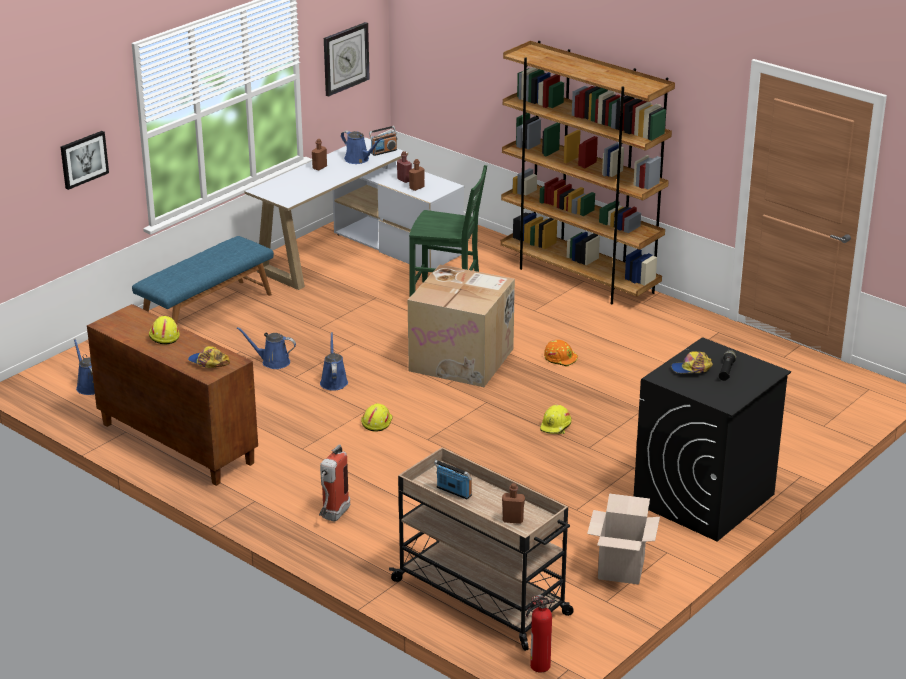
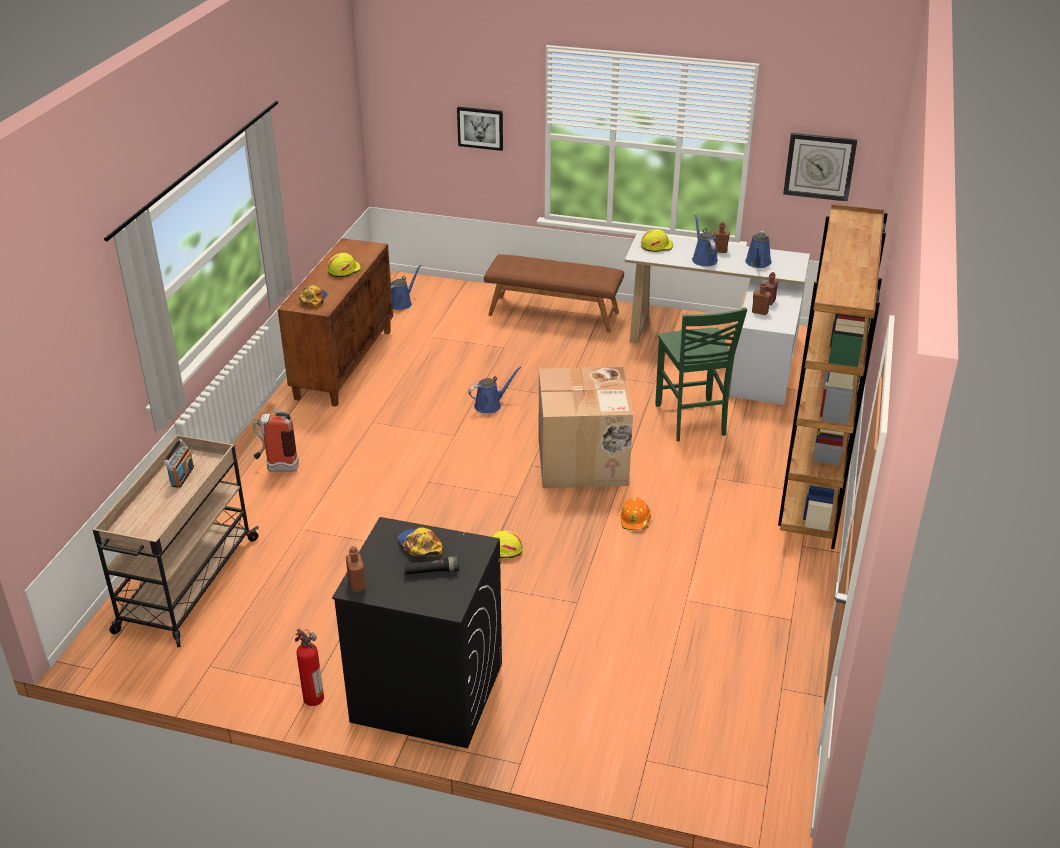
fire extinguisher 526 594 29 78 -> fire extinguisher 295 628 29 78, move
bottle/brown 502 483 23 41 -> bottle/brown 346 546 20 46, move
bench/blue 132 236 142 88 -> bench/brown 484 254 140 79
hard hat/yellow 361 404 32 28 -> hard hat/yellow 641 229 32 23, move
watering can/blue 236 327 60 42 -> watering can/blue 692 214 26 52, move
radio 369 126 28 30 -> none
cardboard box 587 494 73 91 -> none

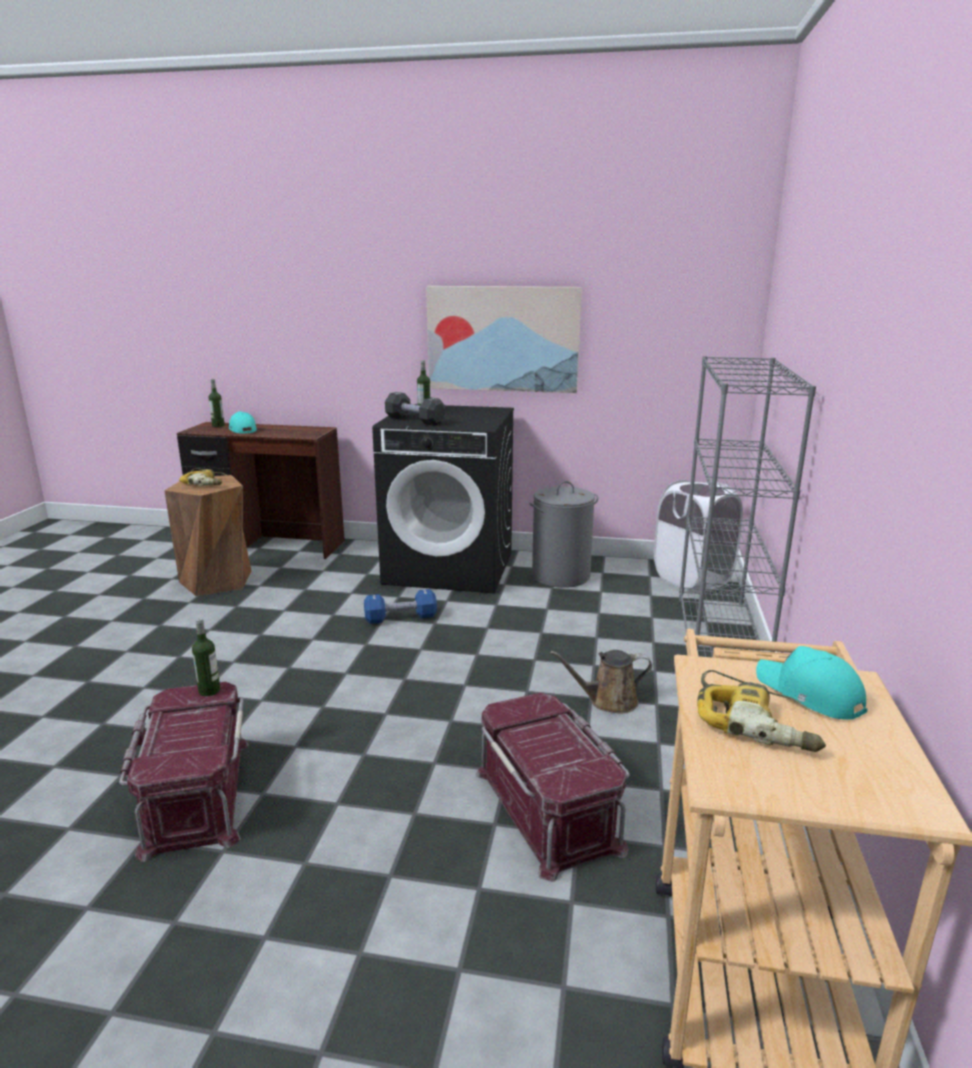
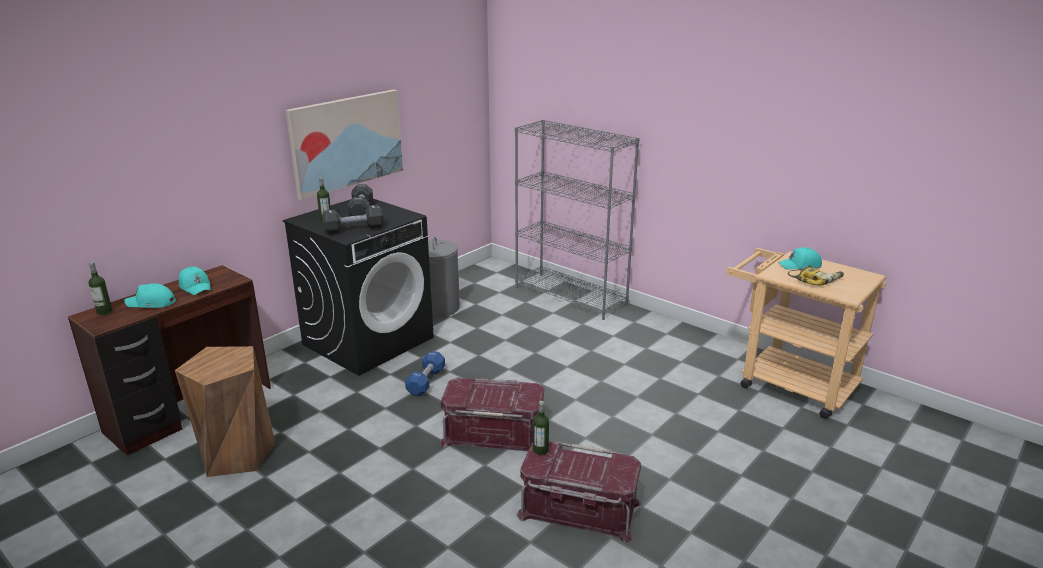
none -> cap/turquoise 178 267 33 28
none -> dumbbell/black 348 184 25 32
storage box/red 476 693 154 189 -> storage box/red 440 378 104 73, move
power drill 179 468 48 18 -> none
watering can/brown 550 650 102 64 -> none
laundry basket/white 654 480 89 111 -> none

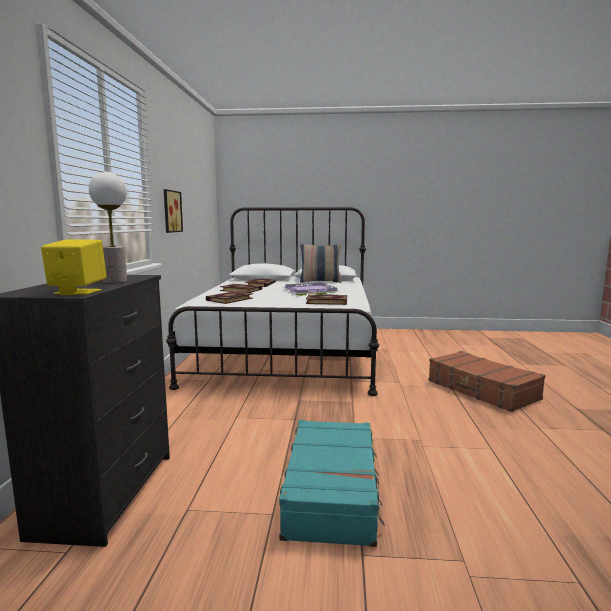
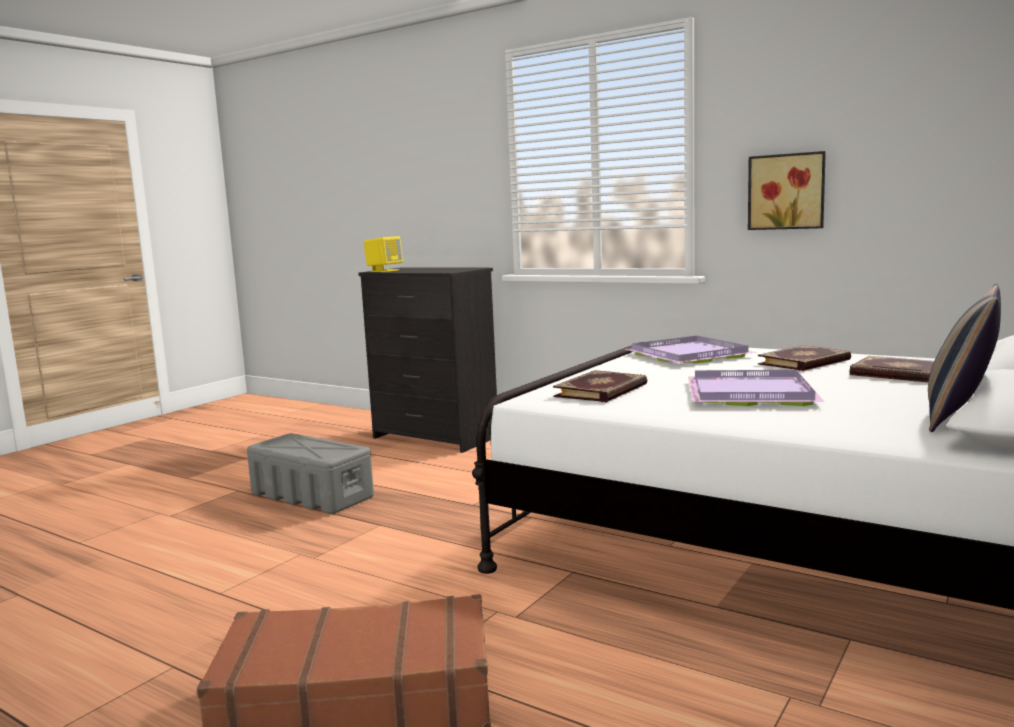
suitcase/turquoise 279 420 106 127 -> storage box/grey 247 433 127 81
book 206 291 47 13 -> tray/purple 625 336 131 27
table lamp 89 172 38 111 -> none

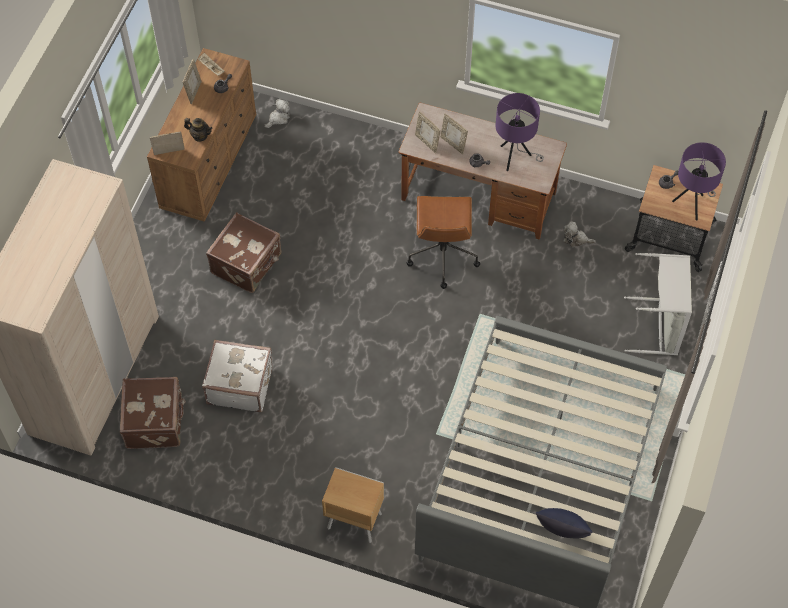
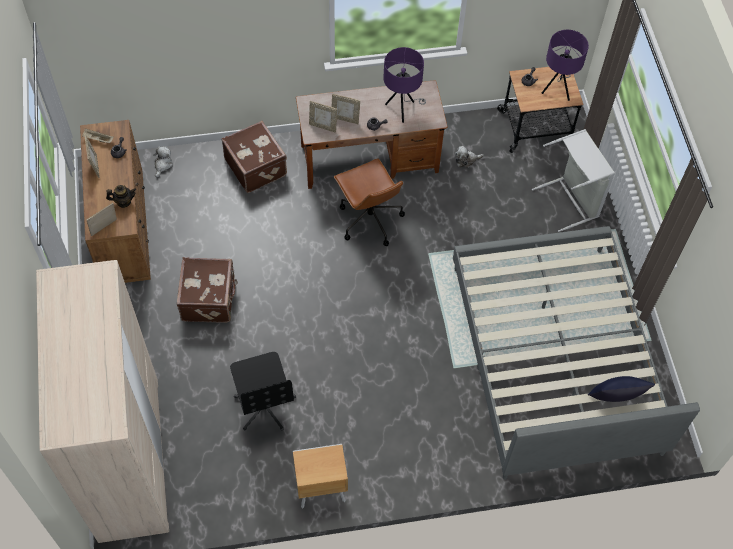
suitcase/brown 120 377 66 72 -> suitcase/brown 222 121 65 72, move
suitcase/white 202 340 70 72 -> office chair/black 230 352 66 79
nightstand/brown 322 467 62 76 -> nightstand/brown 293 444 55 64, move

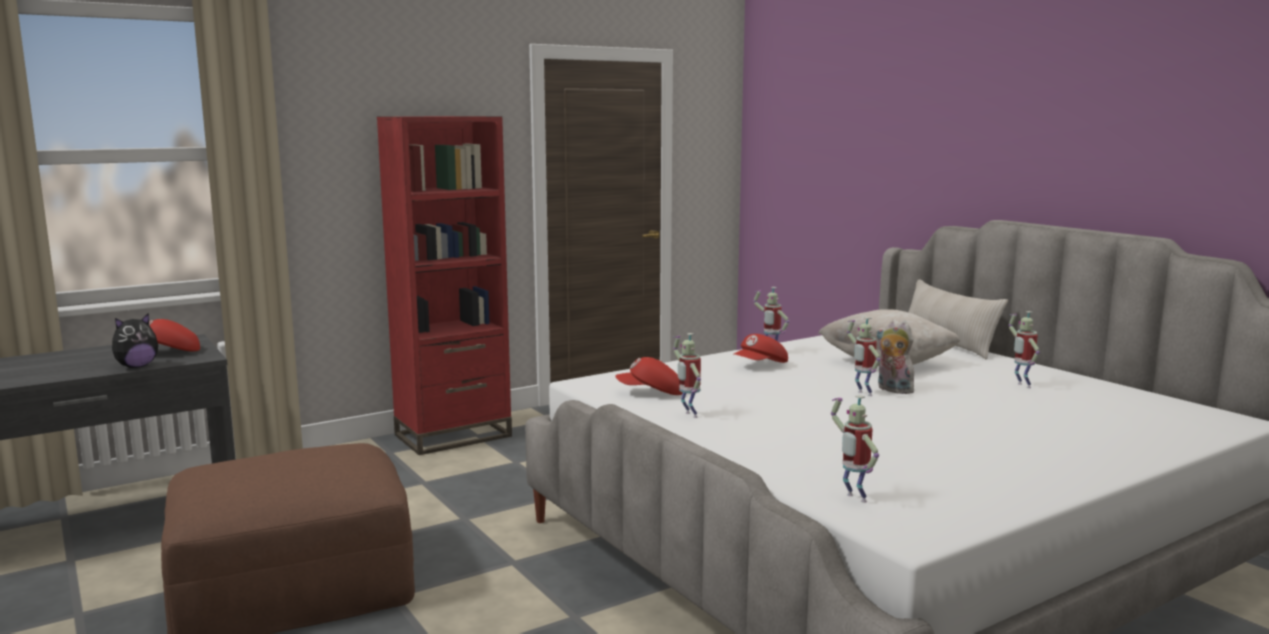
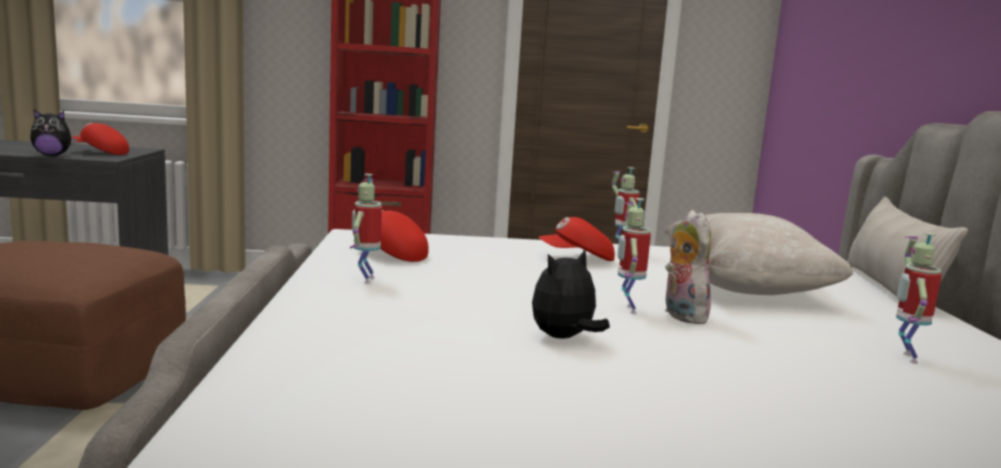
none -> plush toy 532 249 78 89
toy robot 831 395 48 108 -> none

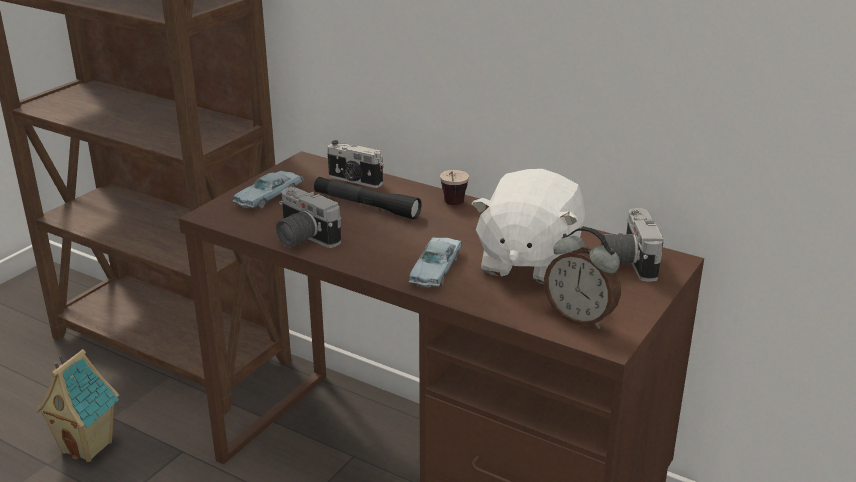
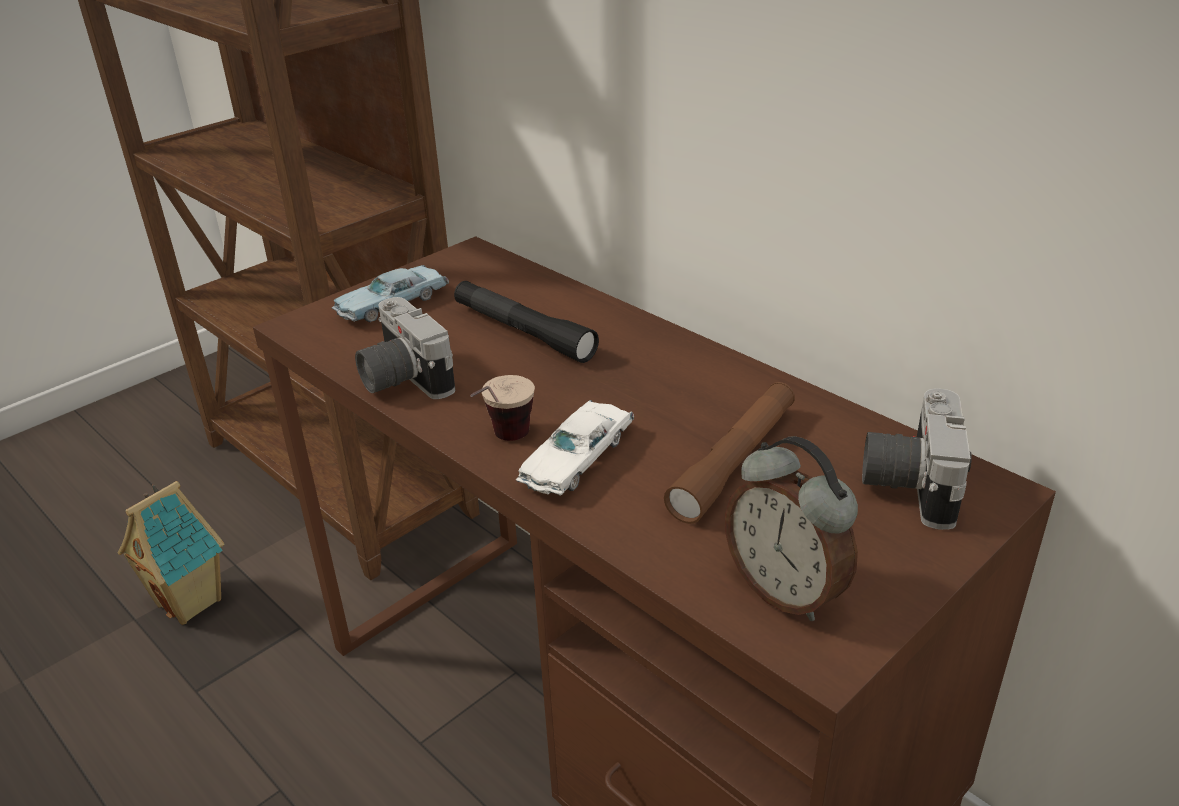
cup 440 170 29 35 -> cup 470 375 65 66, move
toy car/blue 408 237 54 51 -> toy car/white 516 400 118 96
plush toy/white 472 169 113 115 -> flashlight/brown 664 382 131 142
photo camera 327 140 56 48 -> none

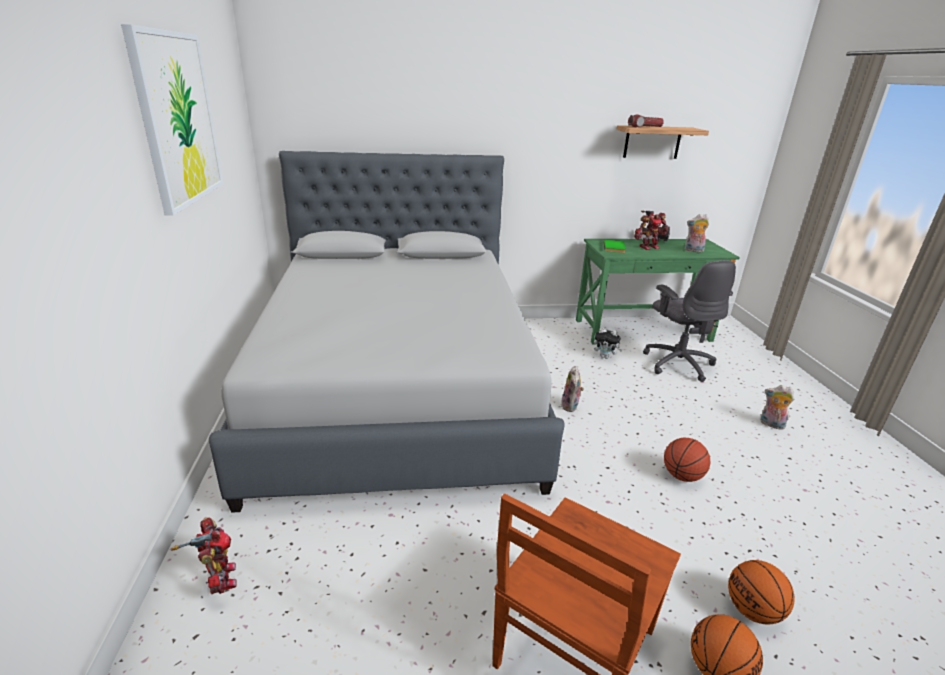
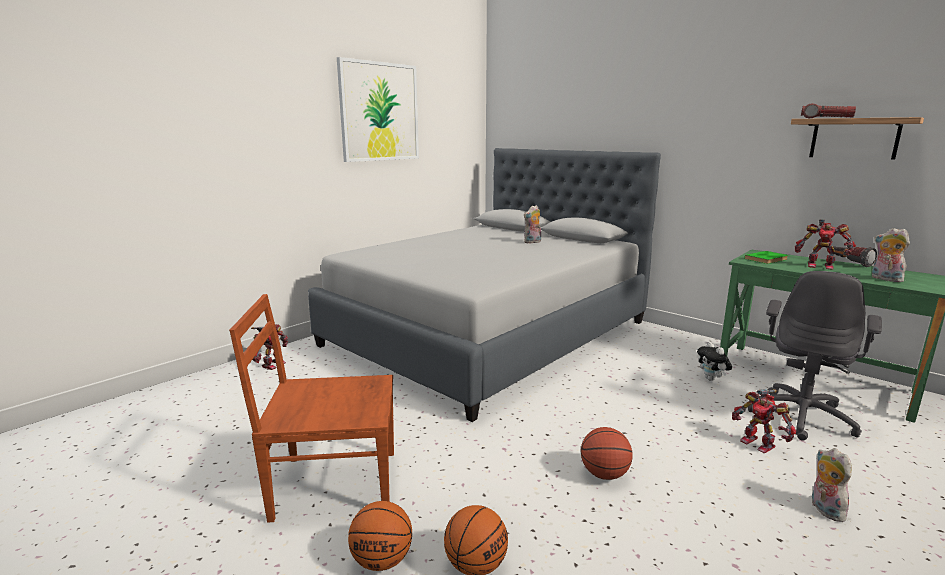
plush toy 561 366 23 46 -> plush toy 524 205 17 39, move
none -> toy robot 732 389 64 64

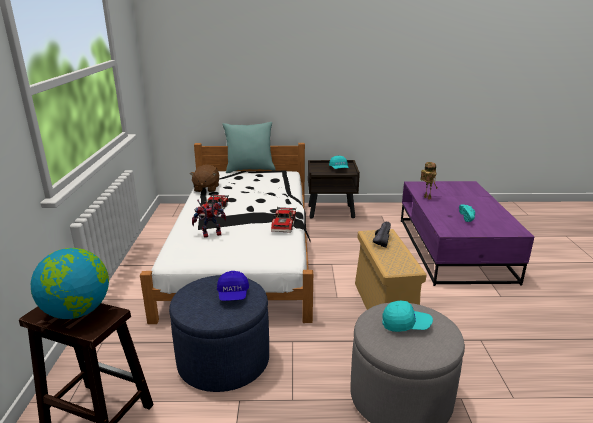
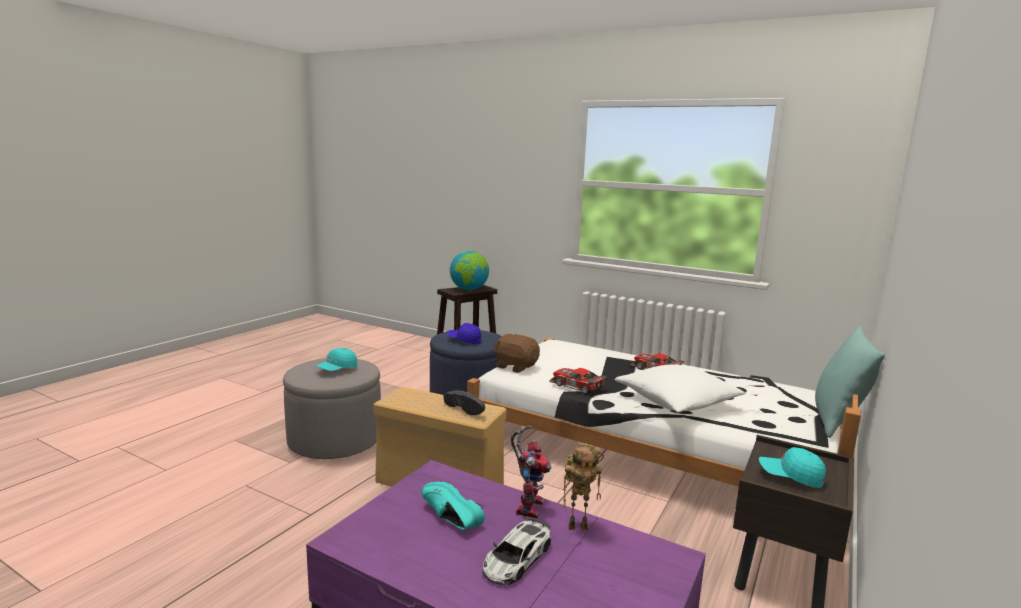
none -> toy car 482 517 69 69
plush toy/brown 190 164 29 28 -> plush toy/brown 494 334 46 39, move
toy robot 192 196 34 42 -> toy robot 511 425 40 94, move
none -> pillow/white 614 364 132 48

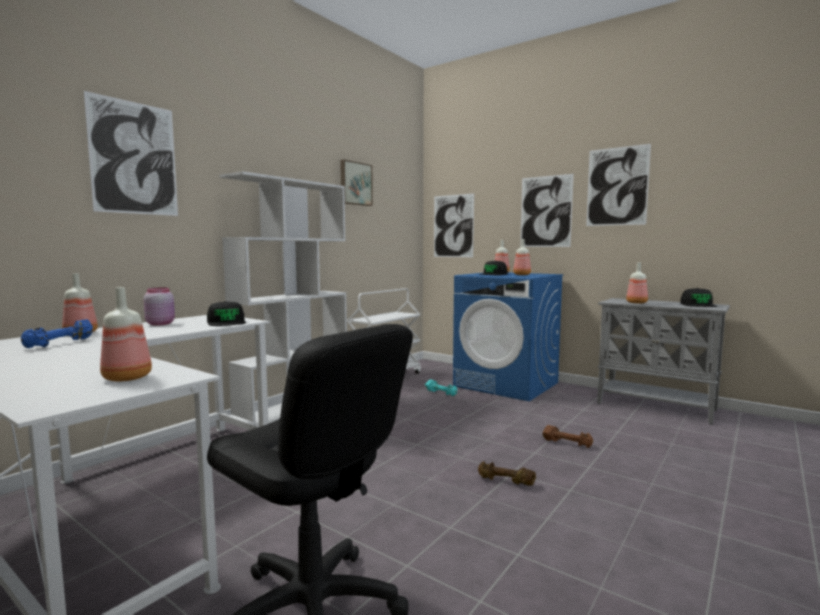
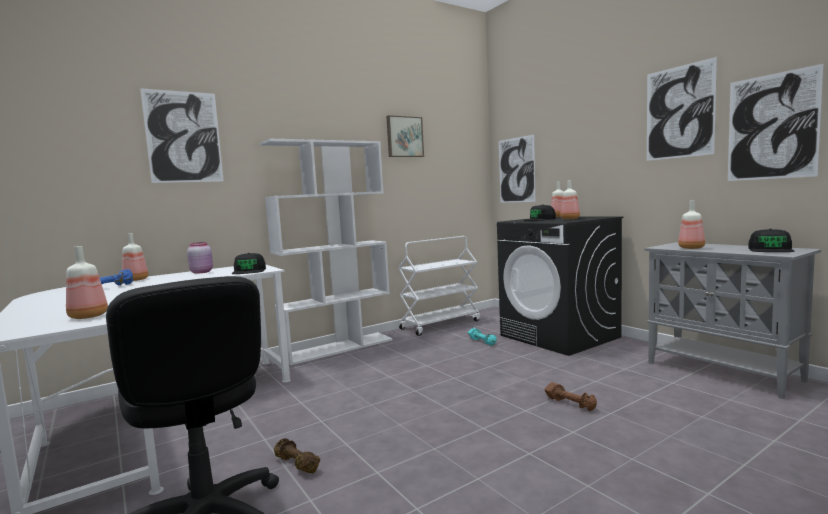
dumbbell/brown 478 461 58 25 -> dumbbell/brown 274 438 46 35, move
washing machine/blue 453 273 110 128 -> washing machine/black 497 216 126 140
picture 520 174 54 73 -> picture 728 64 96 117, move

